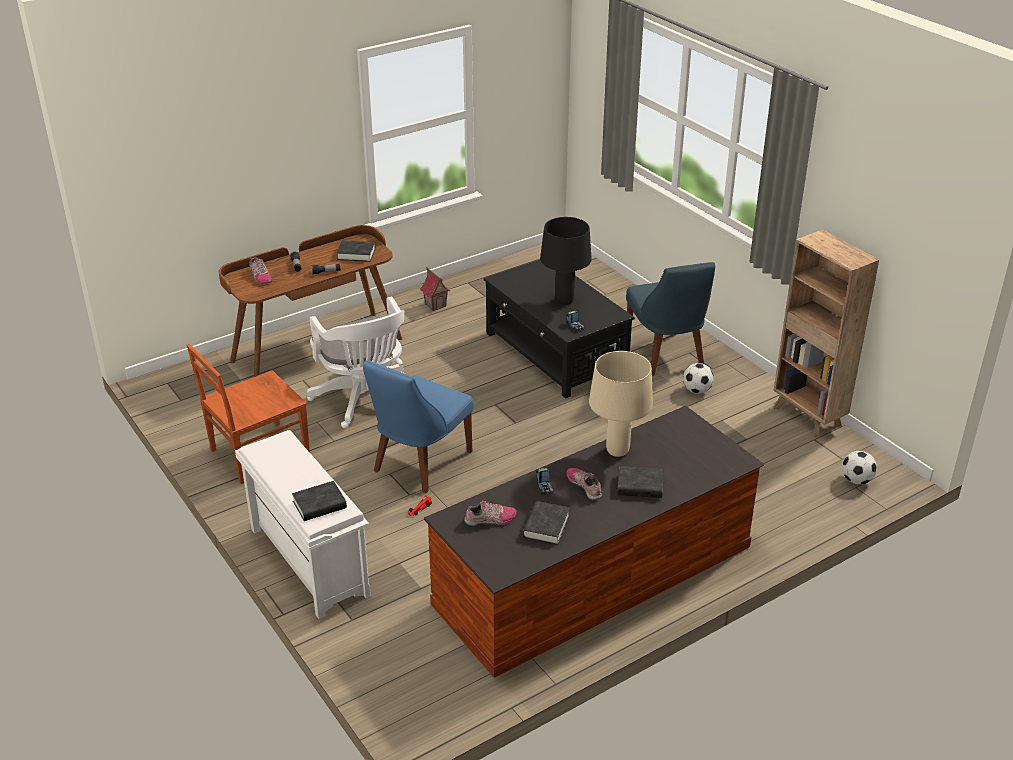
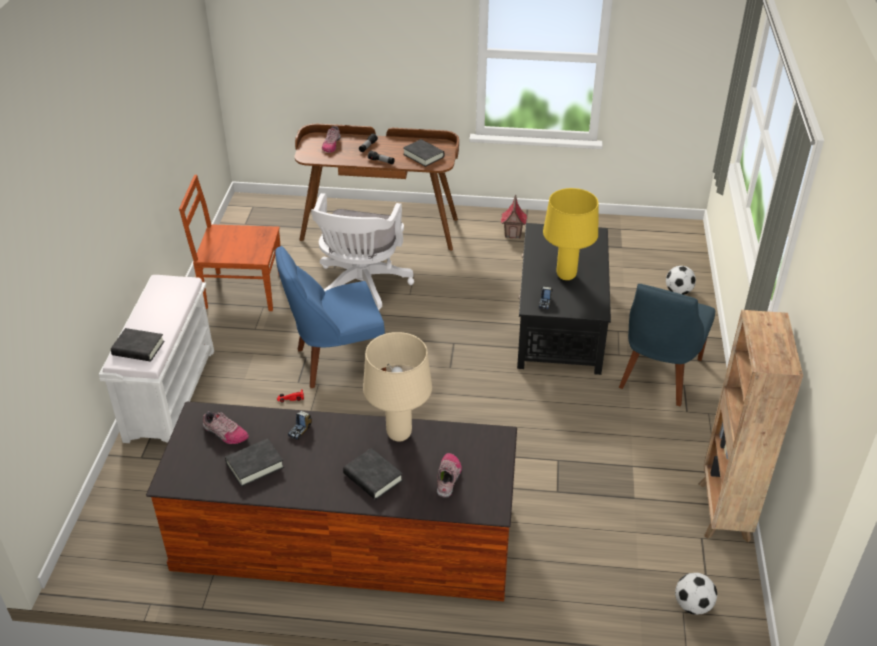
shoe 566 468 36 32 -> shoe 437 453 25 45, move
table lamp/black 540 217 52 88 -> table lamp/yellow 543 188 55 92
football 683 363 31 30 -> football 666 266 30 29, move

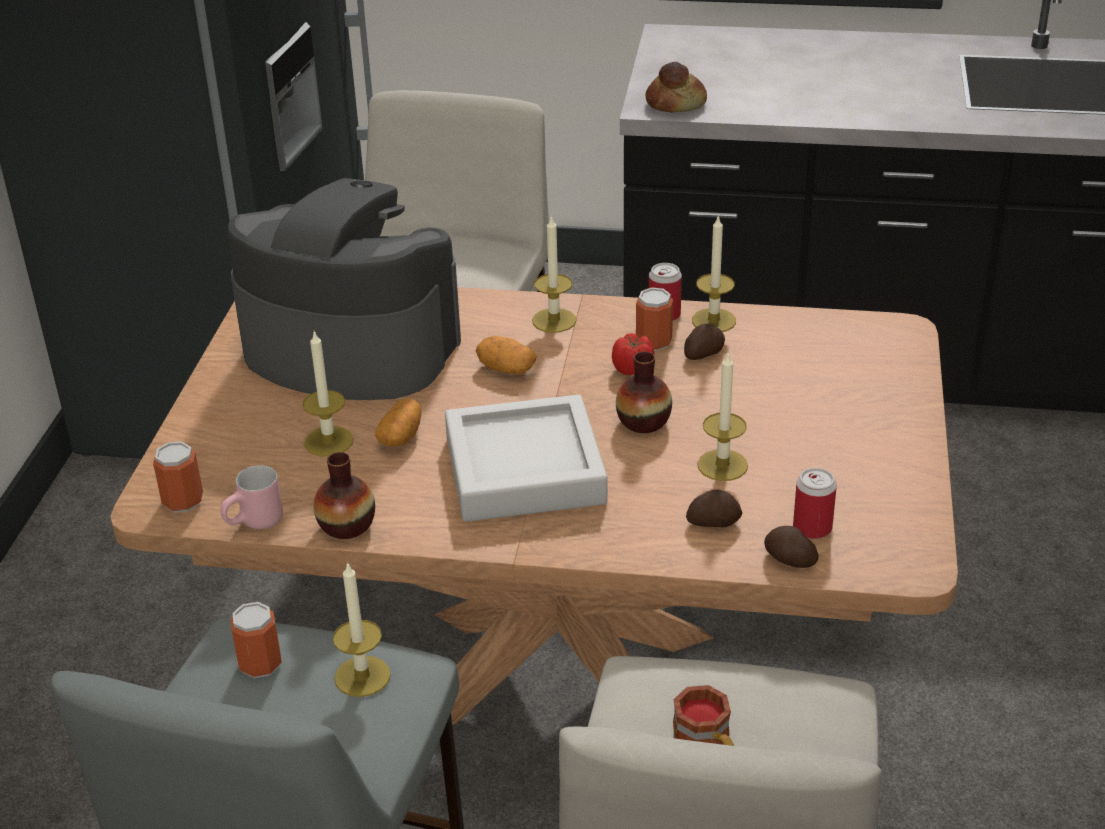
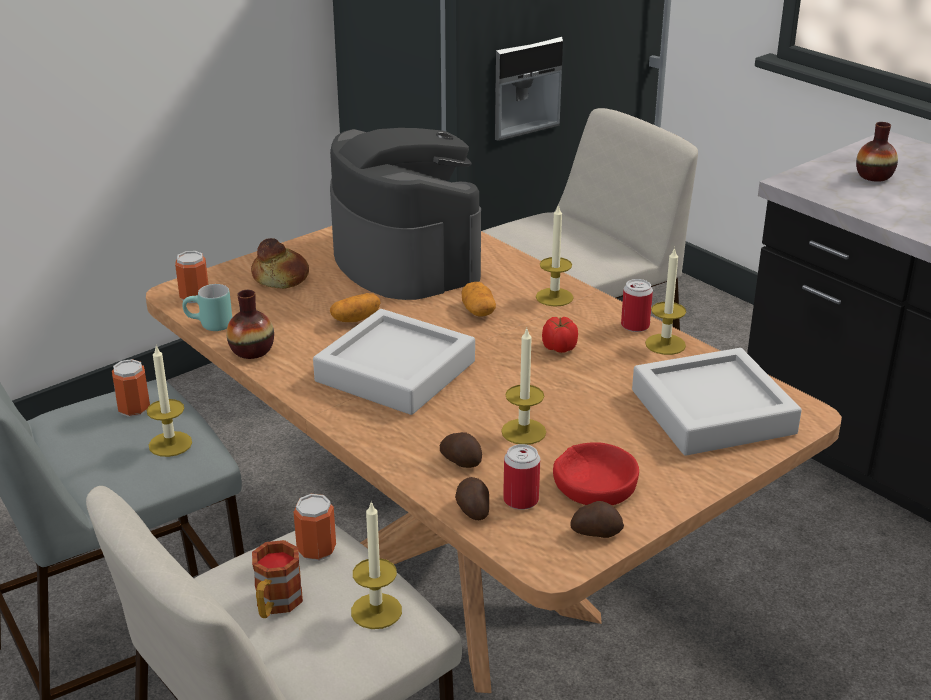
mug/pink 220 465 63 64 -> mug/turquoise 182 284 50 47
bread 645 62 62 51 -> bread 251 238 58 51, move
can 636 287 37 64 -> can 294 494 42 67, move
candle 302 331 52 125 -> candle 351 501 51 128, move
none -> bowl/red 553 442 86 63
potato 684 324 41 36 -> potato 570 501 54 37, move
none -> tray/grey 632 348 170 108
vase 616 352 56 81 -> vase 856 122 42 60, move

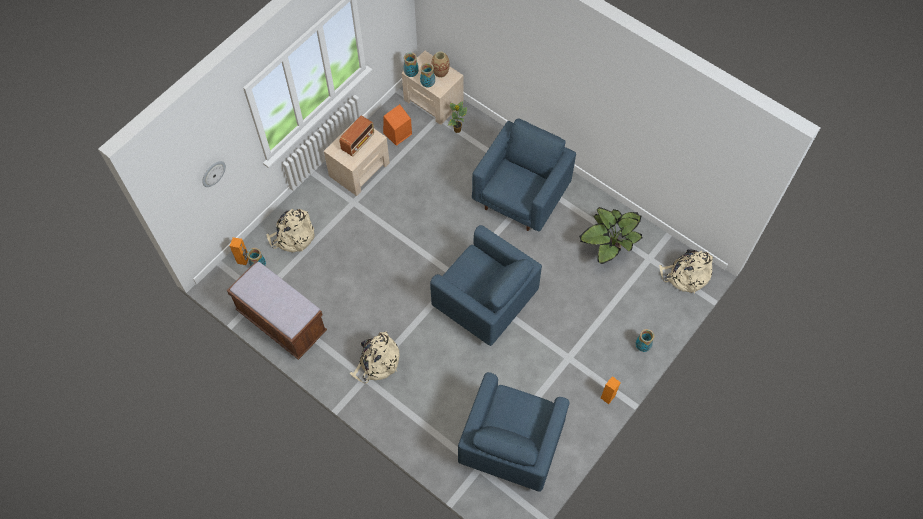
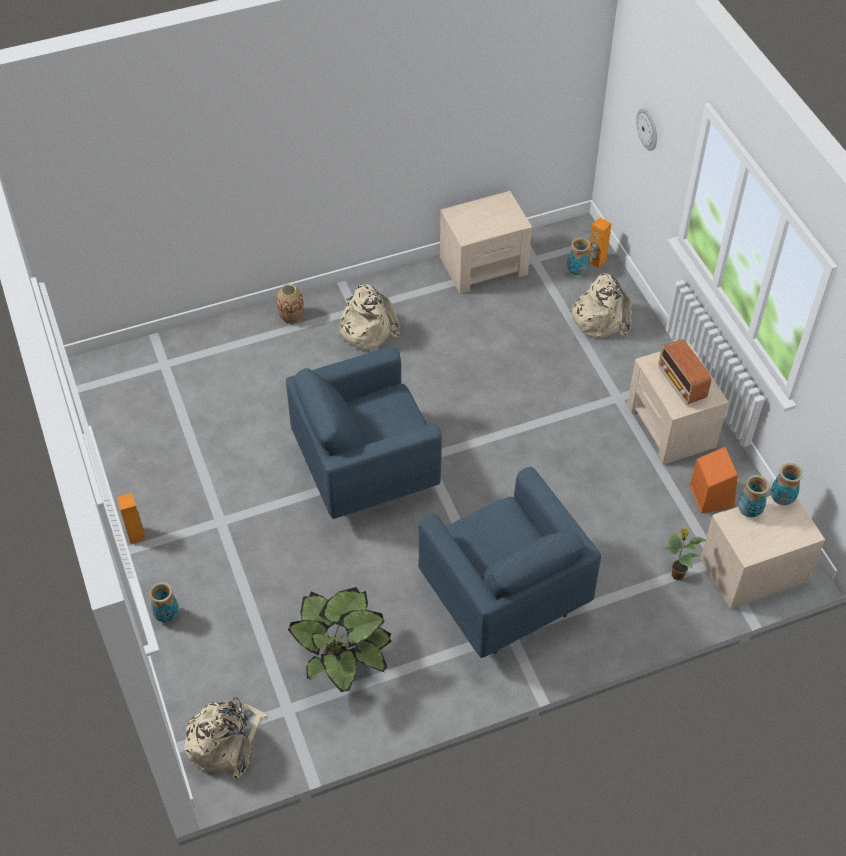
vase 432 51 17 27 -> vase 276 284 28 40, move
bench/brown 227 261 100 99 -> nightstand/beige 440 191 92 103
armchair/blue 458 372 112 120 -> none

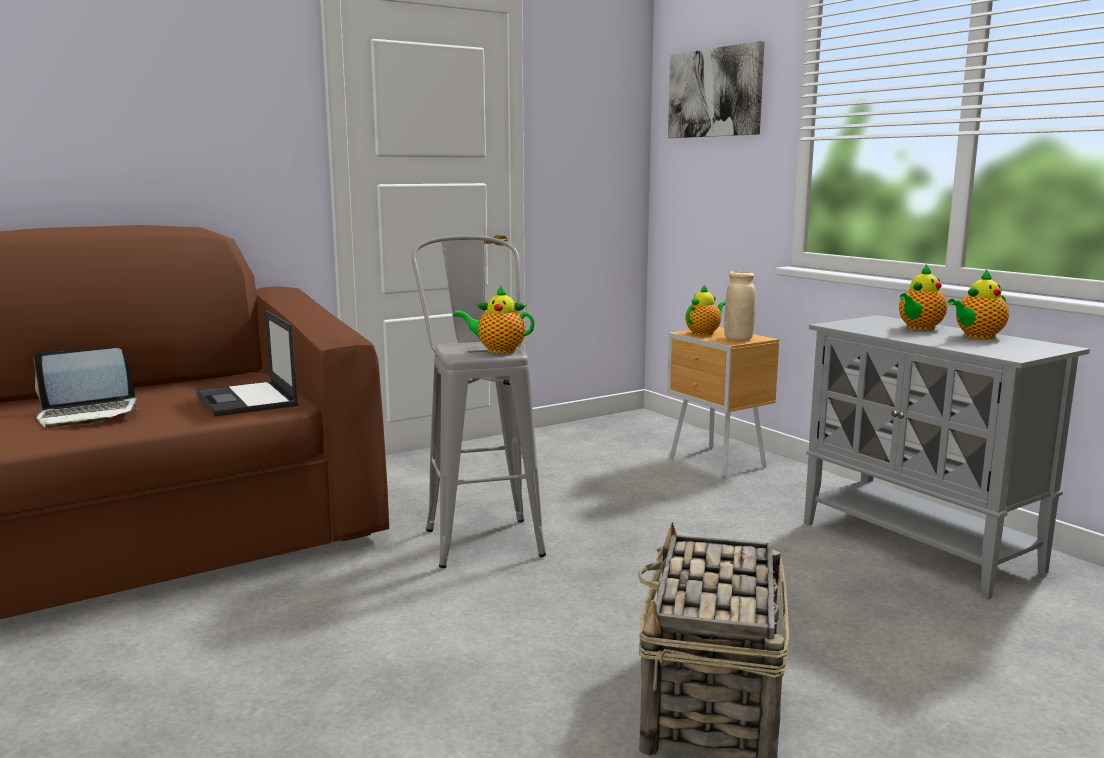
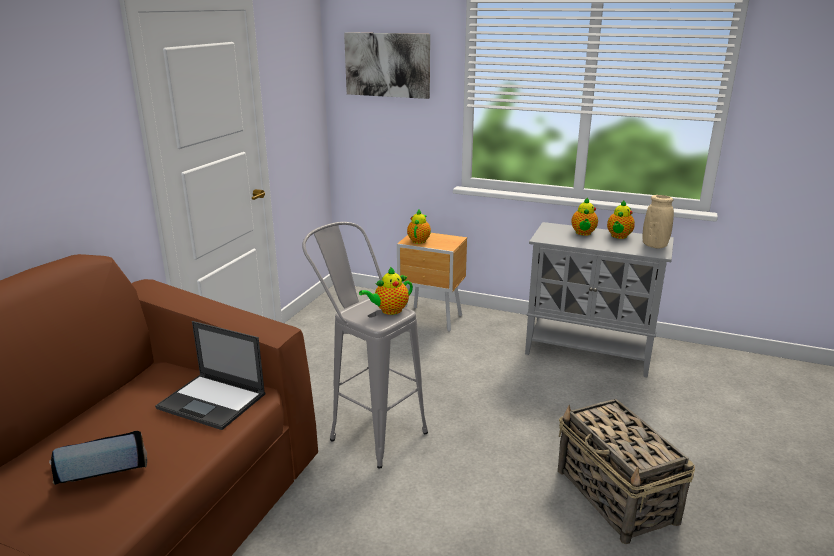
laptop 34 348 105 80 -> laptop 49 431 98 54, 150 degrees counterclockwise
vase/beige 724 271 32 70 -> vase/beige 643 195 31 53, move

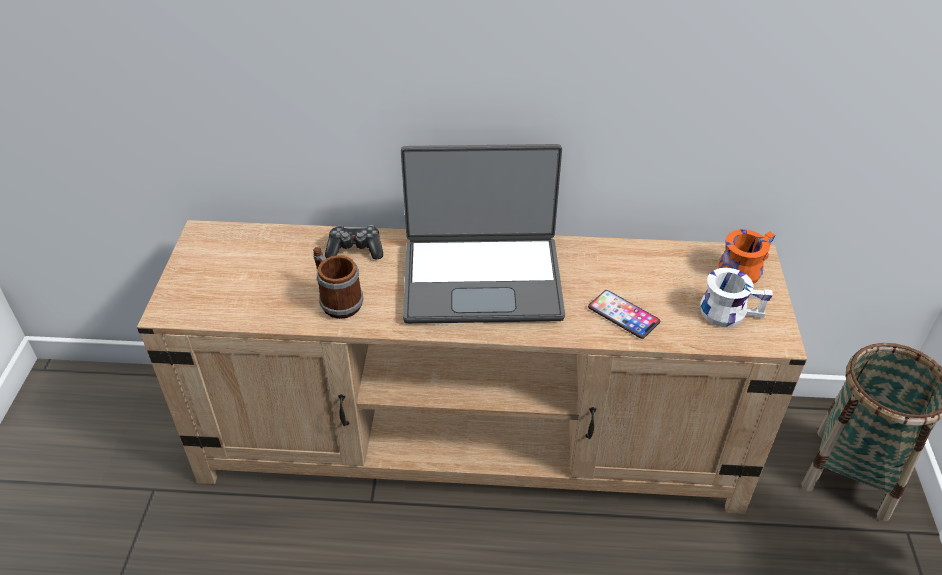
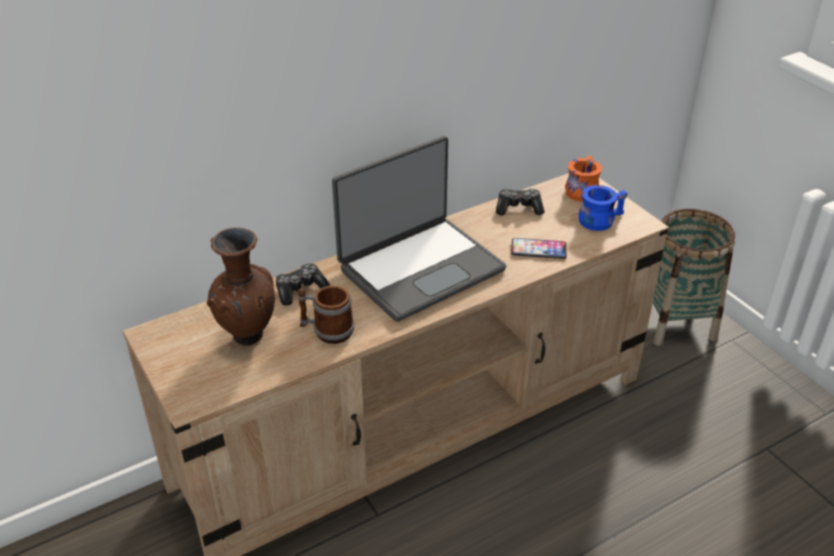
none -> vase/brown 207 227 68 119
none -> game controller 496 189 48 26
mug/white 701 268 72 59 -> mug/blue 578 185 50 46

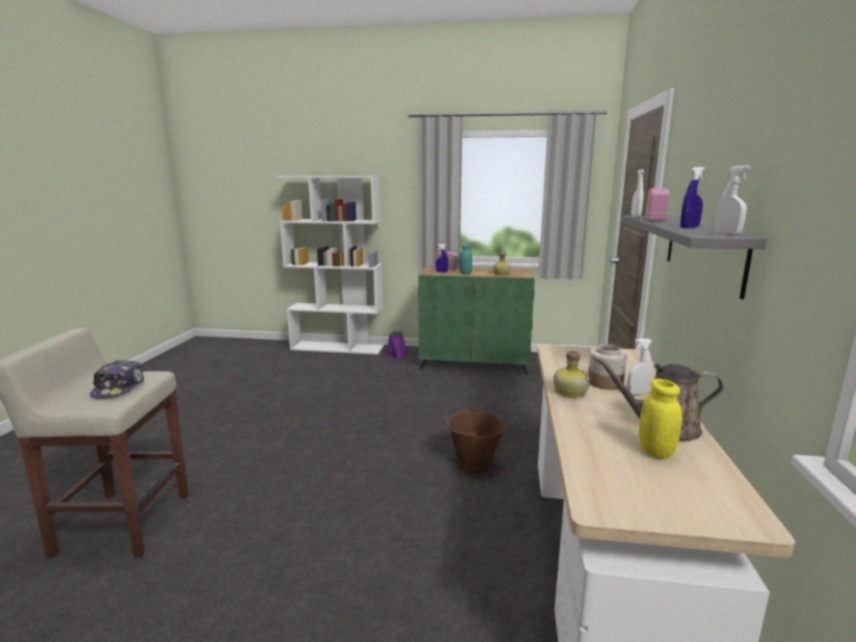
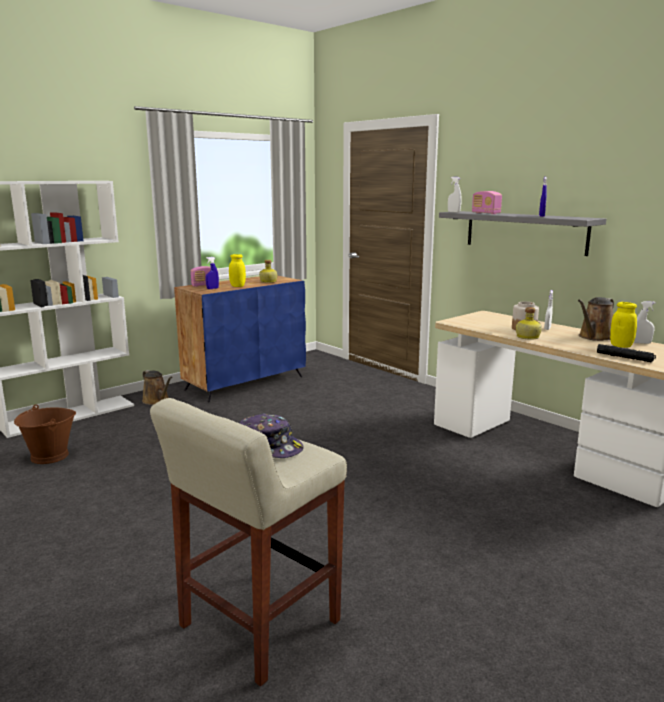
bucket/brown 447 406 59 68 -> bucket/brown 14 404 62 60, move
watering can/purple 386 330 22 29 -> watering can/brown 142 370 30 35
cabinet/green 418 267 117 108 -> cabinet/blue 174 276 132 127
jar/turquoise 459 244 13 30 -> jar/yellow 229 254 17 33
none -> flashlight/black 597 344 59 18
spray bottle/white 716 165 34 70 -> spray bottle/white 634 301 22 43, move

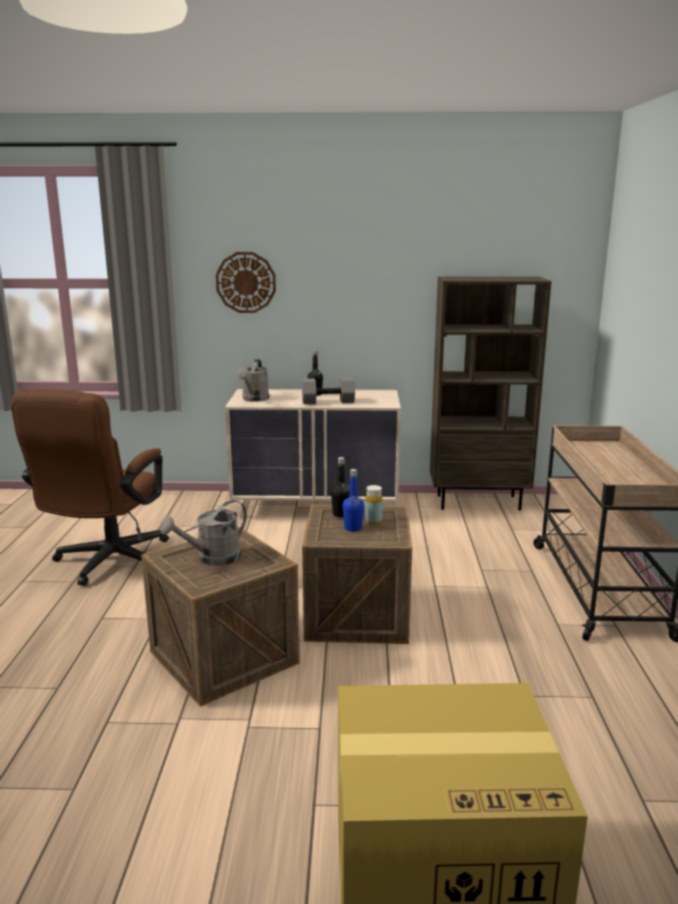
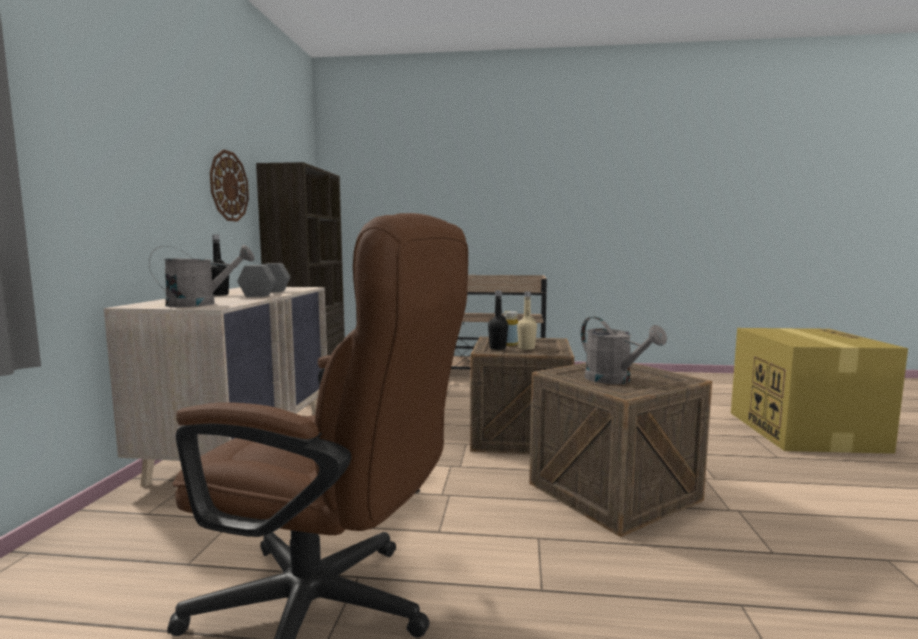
watering can/grey 237 359 32 43 -> watering can/grey 149 245 105 62, 45 degrees counterclockwise
wall clock 216 252 60 61 -> wall clock 210 149 39 73, move
bottle/blue 342 469 22 63 -> bottle/beige 517 291 20 59

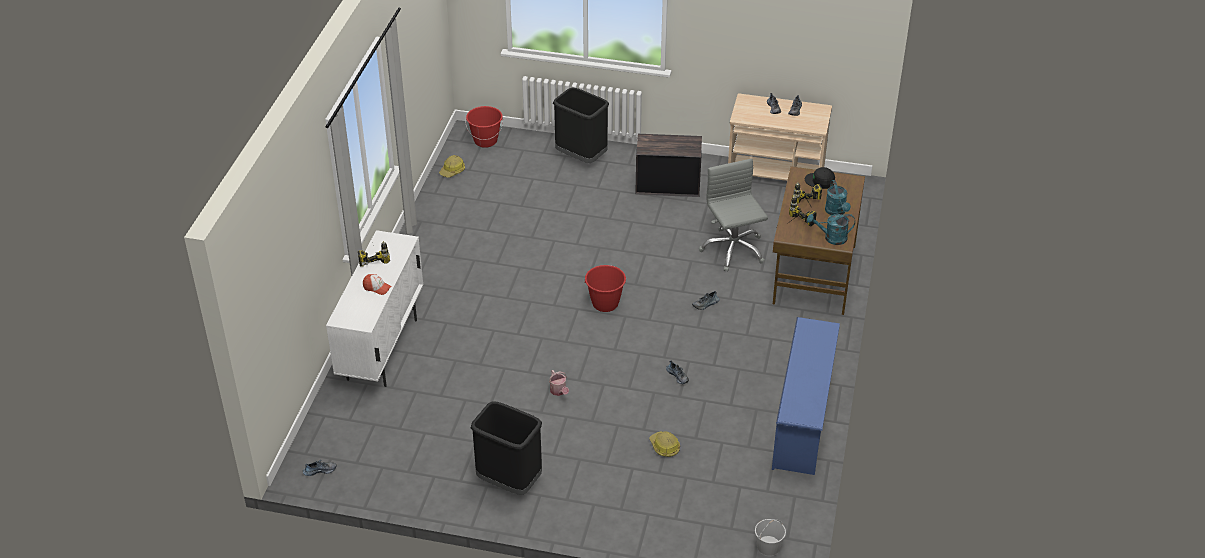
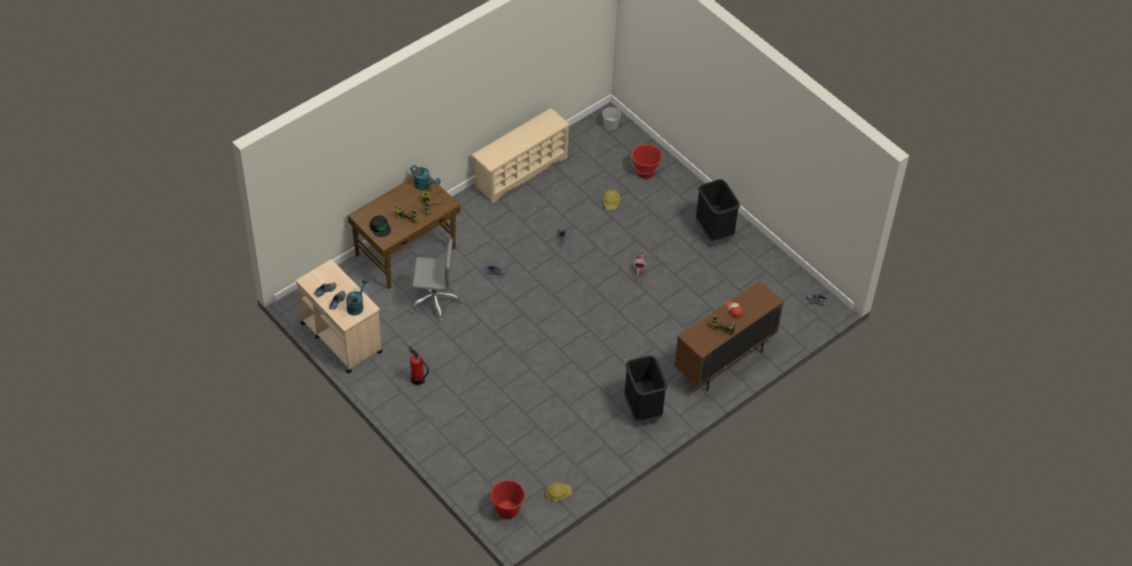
watering can/turquoise 825 180 26 35 -> watering can/turquoise 346 279 23 37, move
crate 635 134 67 63 -> fire extinguisher 409 347 20 38
office chair/grey 699 159 69 113 -> office chair/grey 410 239 53 83, 105 degrees counterclockwise
shoe rack/blue 772 317 68 158 -> shoe rack/beige 472 108 98 96
trash can/black 553 87 56 76 -> trash can/black 624 356 43 67, move
bucket/red 584 265 43 47 -> bucket/red 631 144 31 35, move
cabinet/white 326 230 97 157 -> cabinet/brown 674 281 110 110

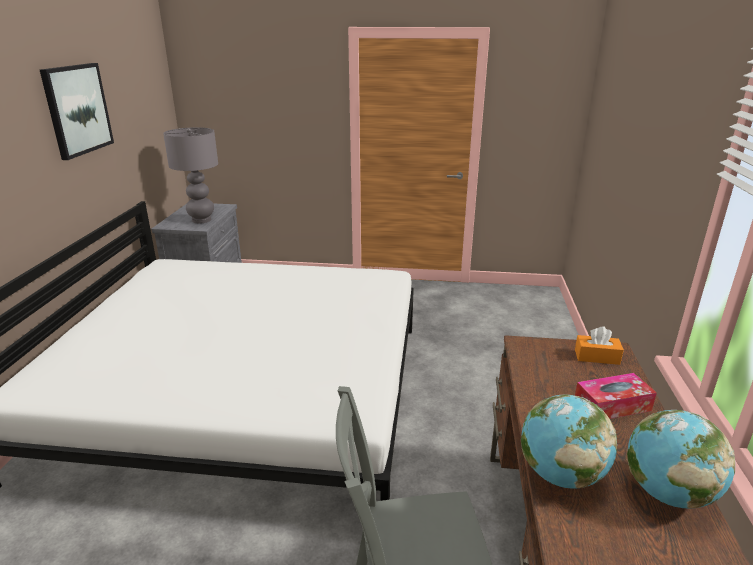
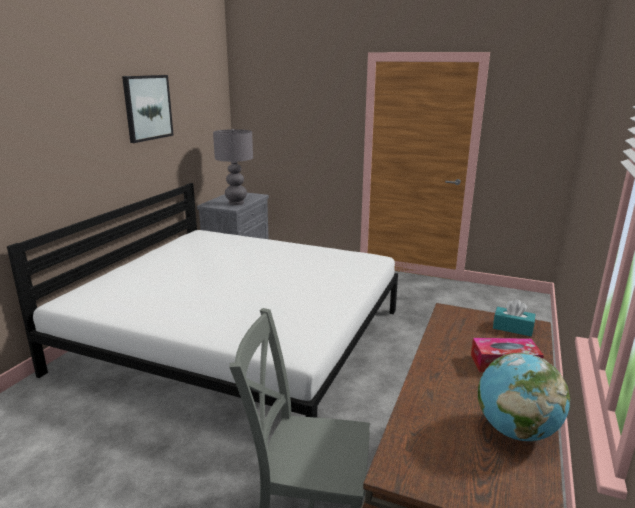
tissue box/orange 575 327 49 38 -> tissue box/turquoise 493 299 42 38
globe 521 395 96 94 -> none

